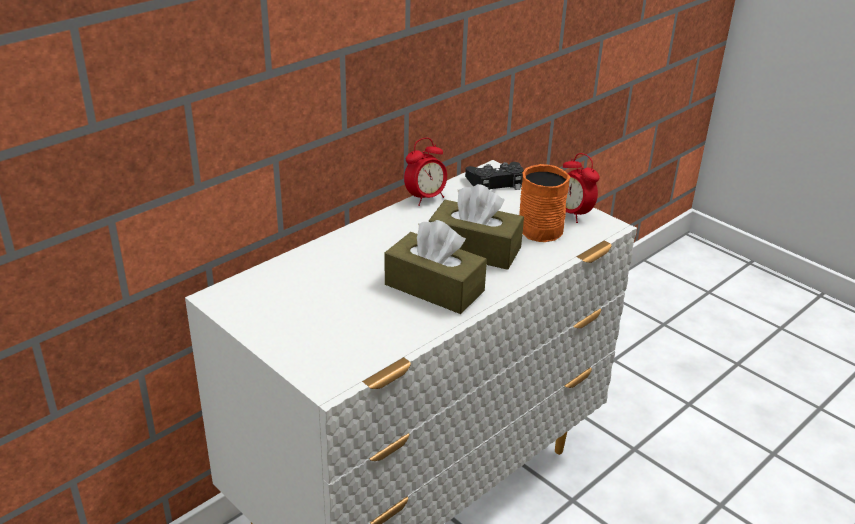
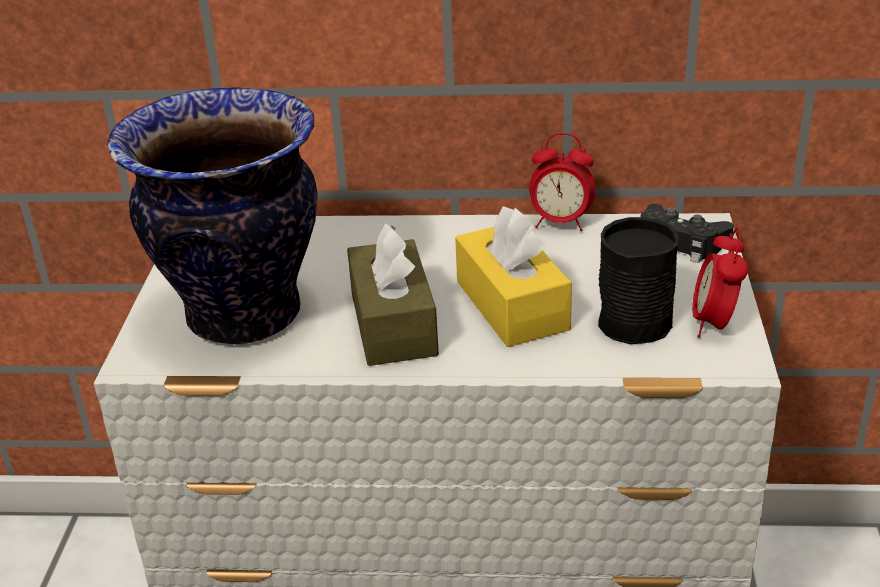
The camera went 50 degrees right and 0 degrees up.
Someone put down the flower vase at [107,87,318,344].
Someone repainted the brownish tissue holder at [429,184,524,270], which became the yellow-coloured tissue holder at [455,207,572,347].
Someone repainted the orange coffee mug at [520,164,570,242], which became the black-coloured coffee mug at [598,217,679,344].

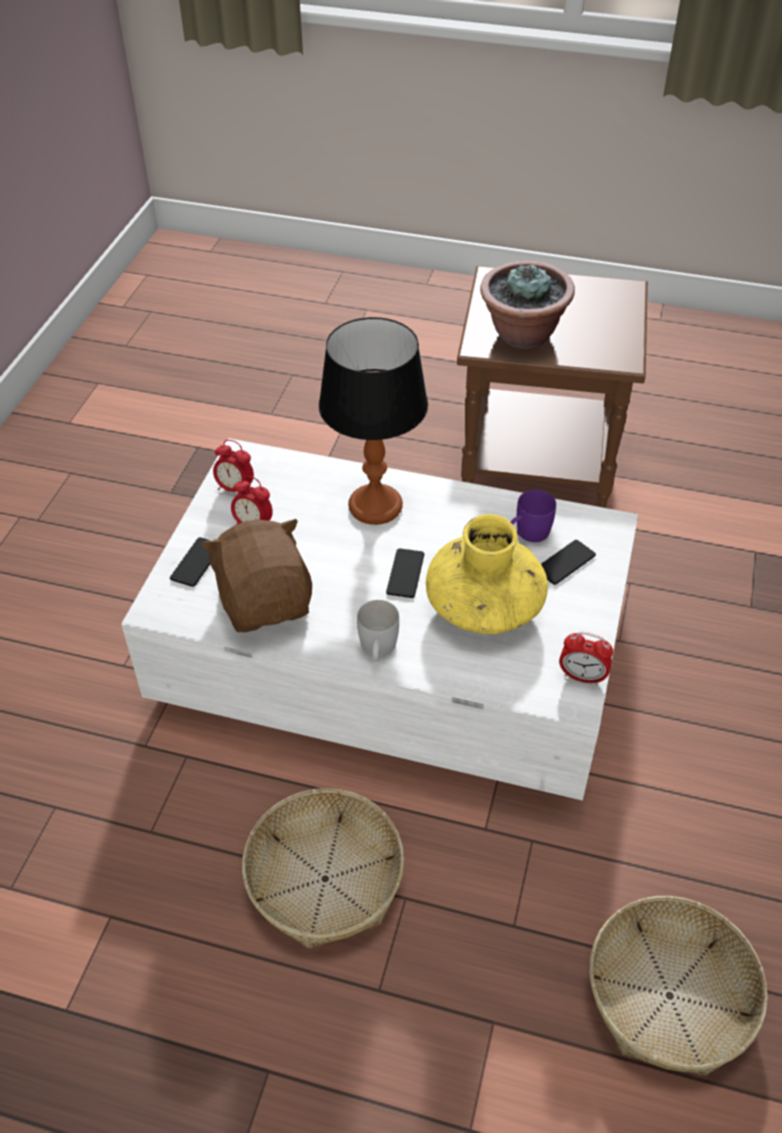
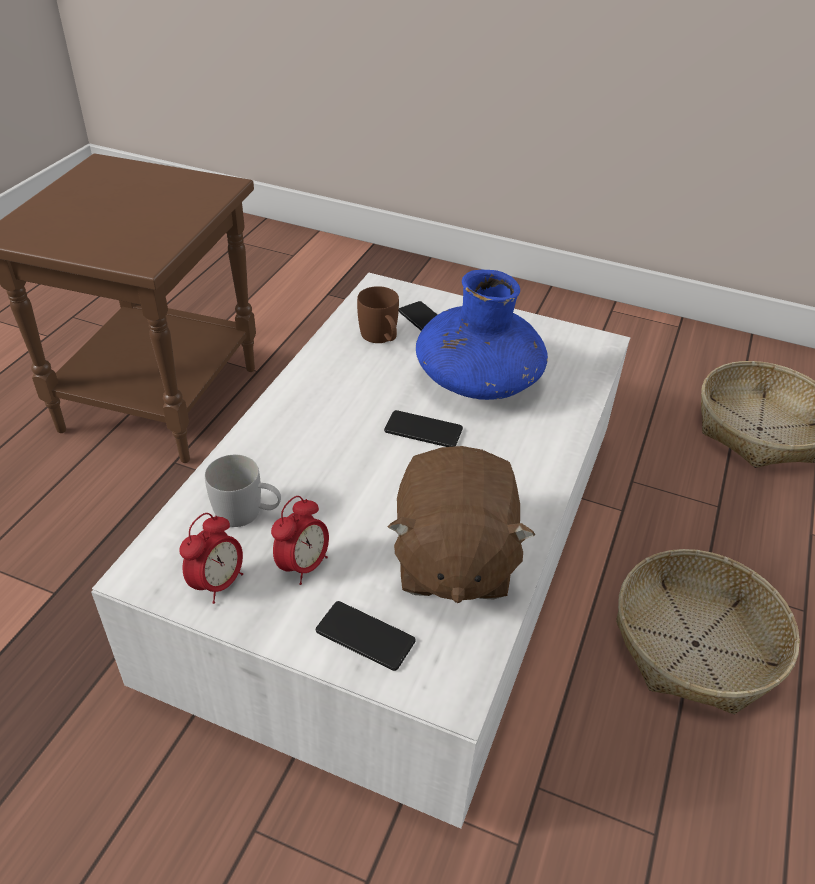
The camera went 85 degrees left and 5 degrees down.
Someone took away the tabletop lamp at [319,317,428,525].
Someone took away the potted plant at [480,260,575,349].
Someone took away the alarm clock at [559,632,613,685].
Someone carried the white-coloured coffee mug from [357,600,399,662] to [205,455,281,527].
Someone repainted the yellow-coloured flower vase at [426,514,548,634], which became the bluish flower vase at [416,270,548,400].
Someone repainted the purple coffee mug at [510,490,556,542], which became the brownish coffee mug at [357,286,399,343].
Someone rotated the brownish cuddly toy at [201,519,312,632] by 75 degrees counterclockwise.

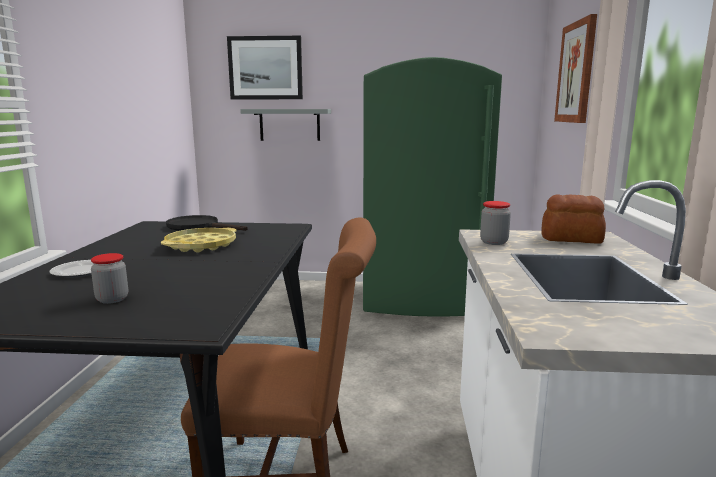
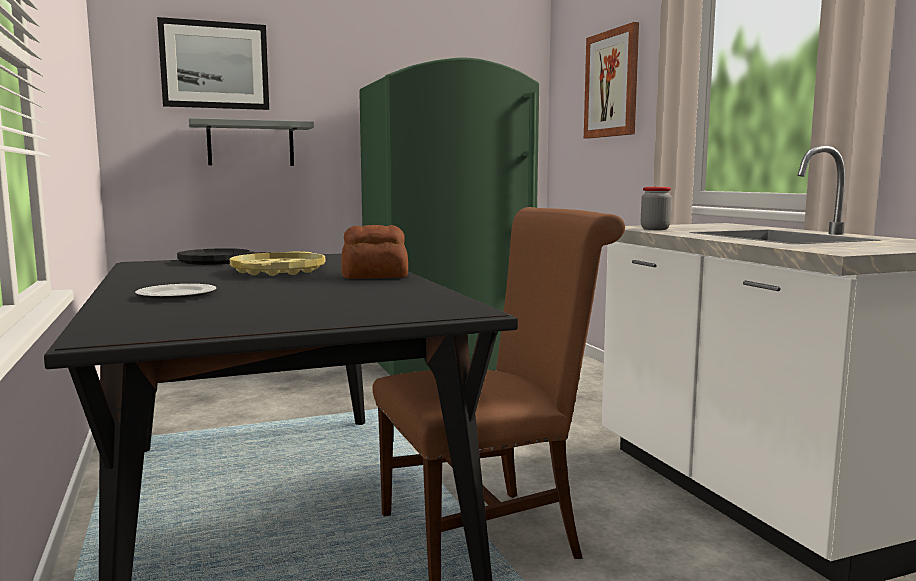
The camera went 25 degrees left and 5 degrees down.
Someone took away the preserve jar at [91,253,128,304].
Someone carried the bread from [541,194,606,244] to [341,225,408,279].

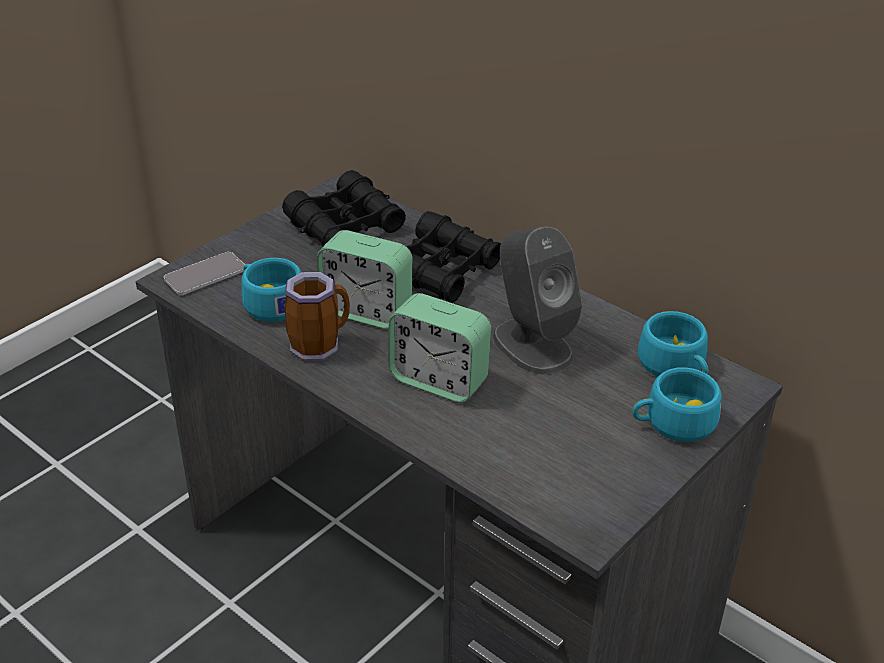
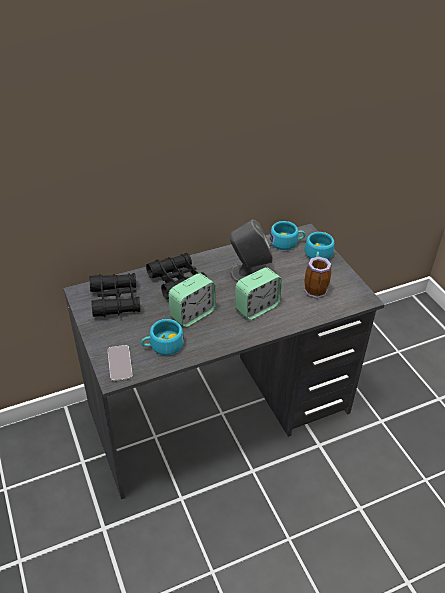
The camera went 65 degrees left and 5 degrees up.
Someone carried the coffee mug from [285,272,350,361] to [304,256,332,299].

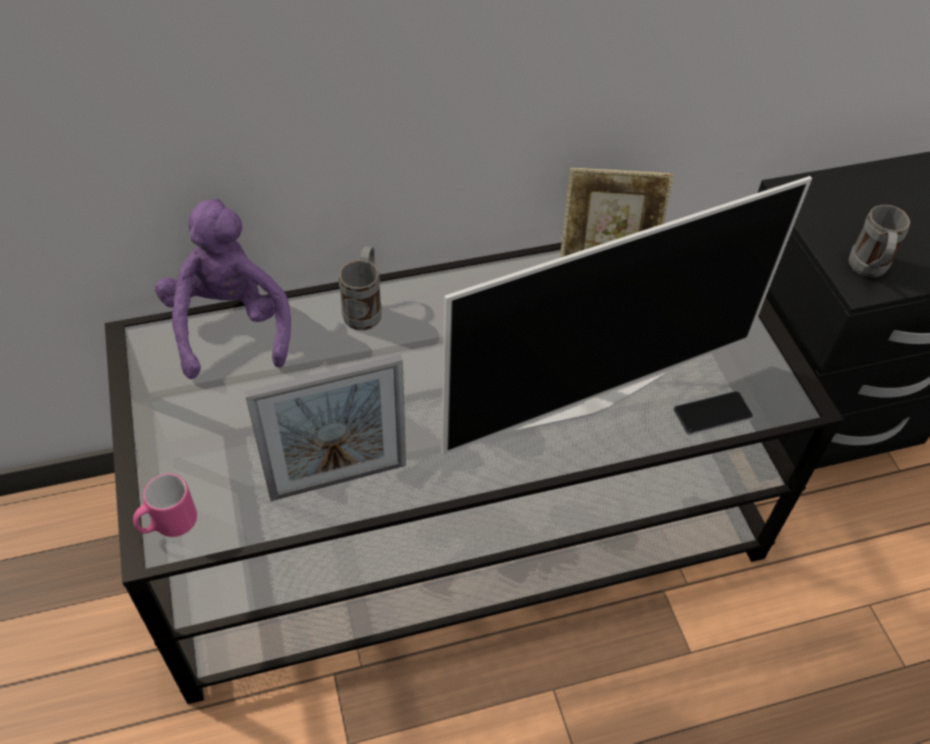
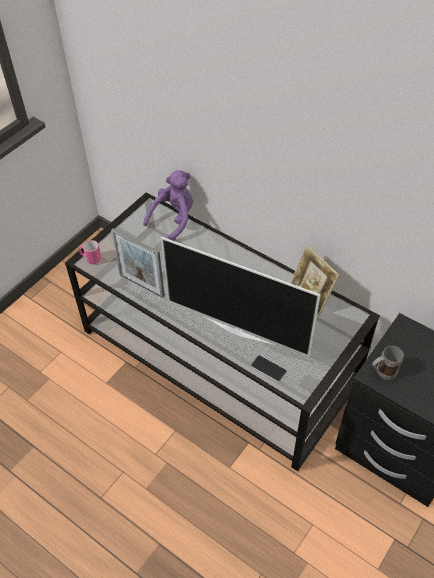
The camera went 55 degrees right and 0 degrees up.
Someone took away the gray coffee mug at [339,246,382,330].

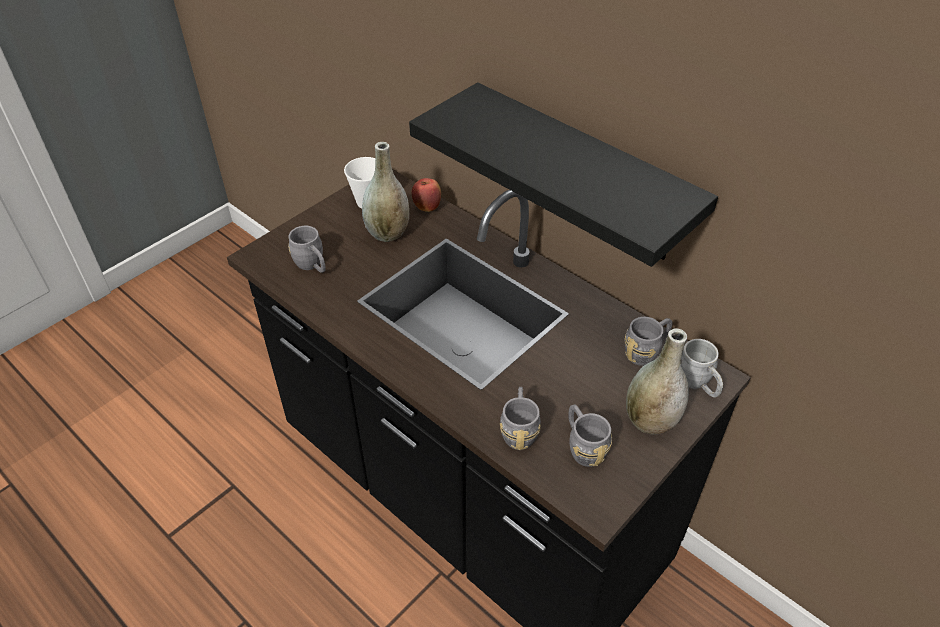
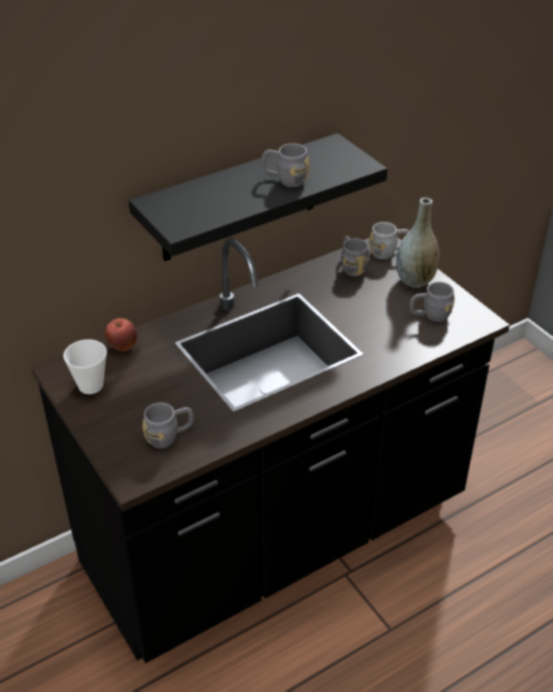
The camera went 75 degrees left and 5 degrees down.
Someone took away the gray flower vase at [362,142,409,242].
Someone carried the gray coffee mug from [500,387,541,450] to [262,143,309,187].

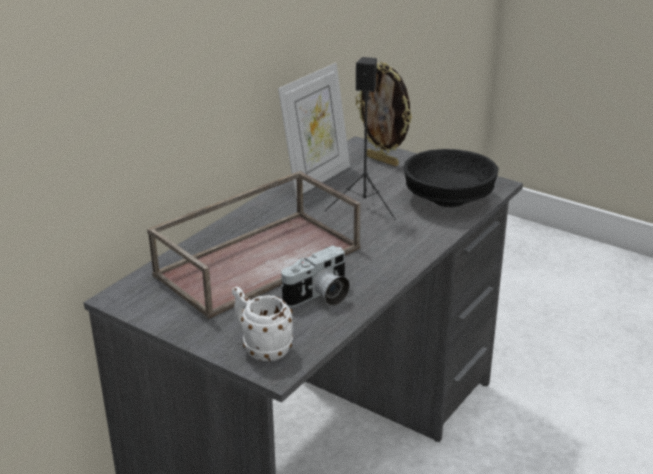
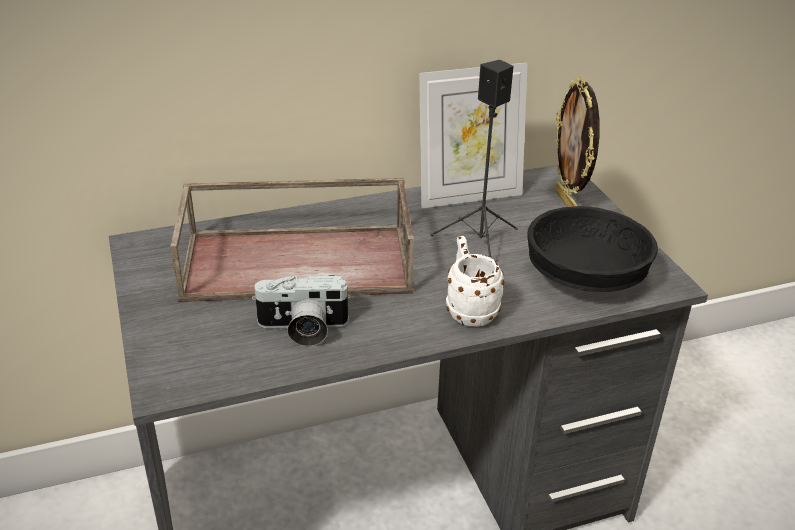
The camera went 35 degrees right and 5 degrees up.
Someone carried the white-coloured coffee mug from [232,286,293,361] to [446,236,504,327].

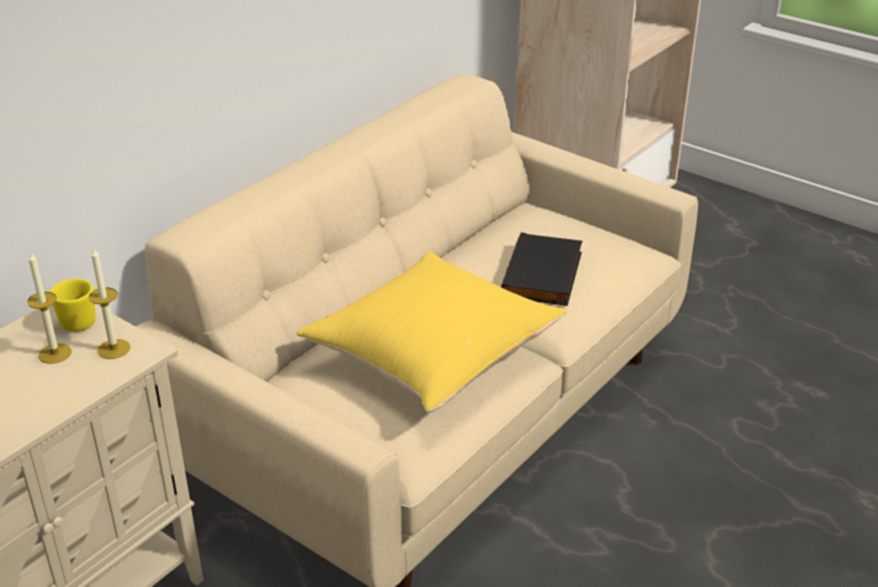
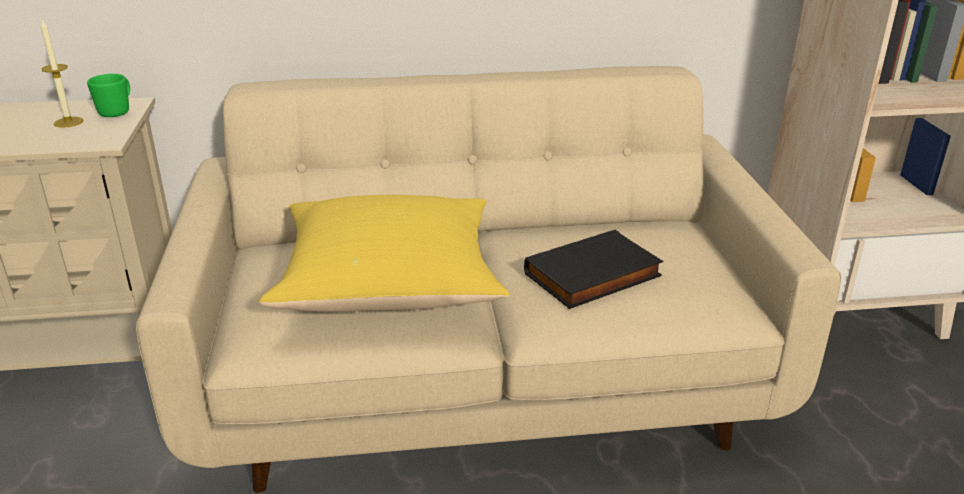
The camera went 45 degrees right and 5 degrees down.
Someone took away the wax candle at [88,247,131,359].
Someone repainted the yellow-coloured coffee mug at [50,278,96,332], which became the greenish coffee mug at [87,74,130,117].

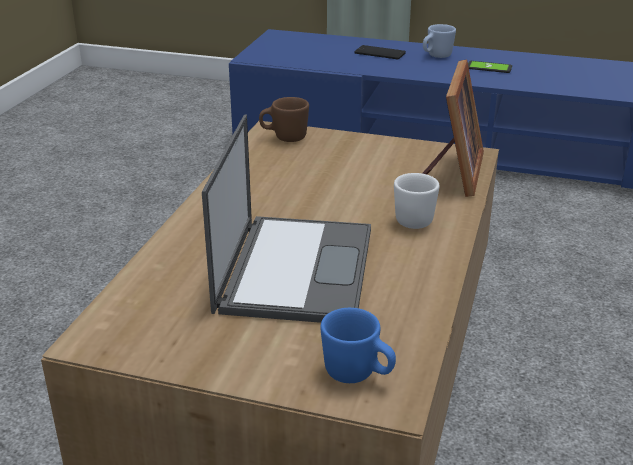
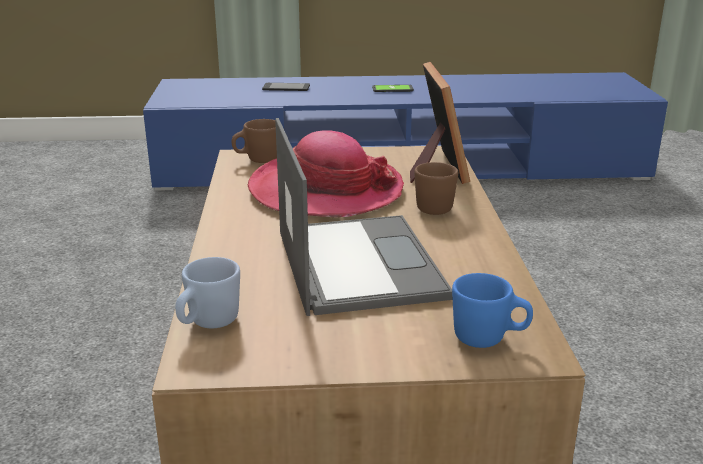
The camera went 20 degrees left and 5 degrees down.
Someone put down the hat at [248,130,404,217].
Someone carried the bluish coffee mug from [423,24,456,58] to [175,257,240,328].
Someone repainted the white-coloured coffee mug at [394,173,439,229], which became the brownish coffee mug at [414,162,458,215].

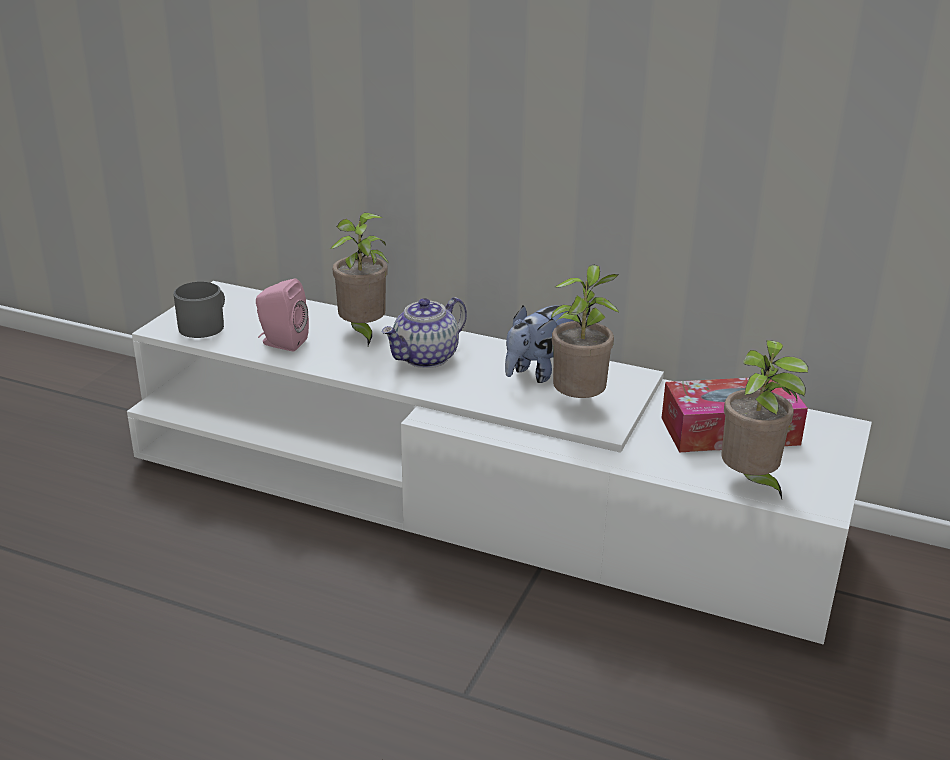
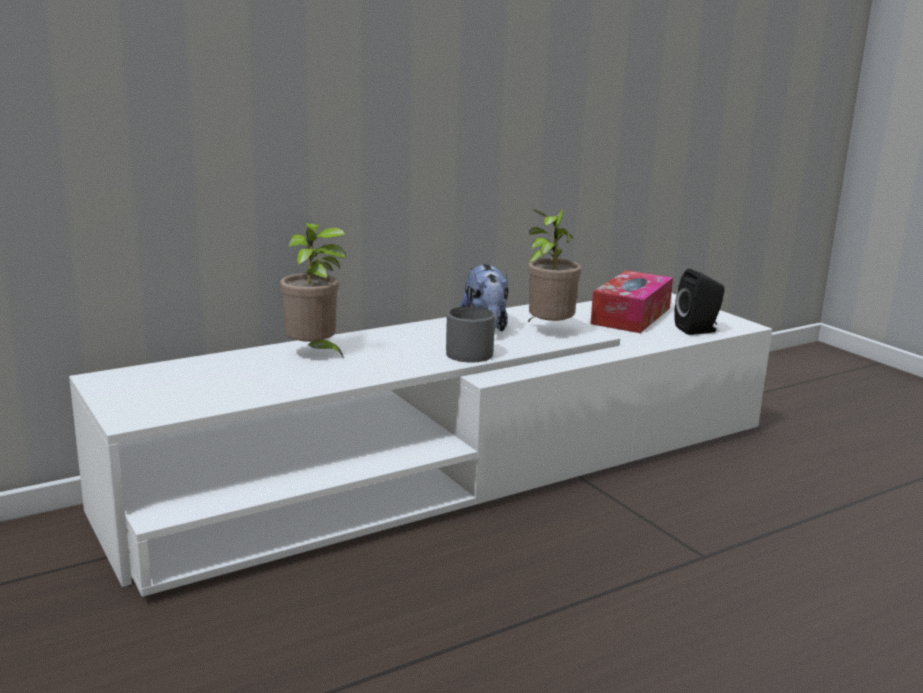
The camera went 55 degrees left and 10 degrees down.
Someone took away the pinkish loudspeaker at [256,279,309,352].
Someone took away the tea pot at [382,297,467,368].
Someone carried the gray coffee mug from [173,282,225,338] to [446,307,495,363].
Someone swapped the potted plant at [721,340,808,499] for the black-coloured loudspeaker at [674,269,725,335].

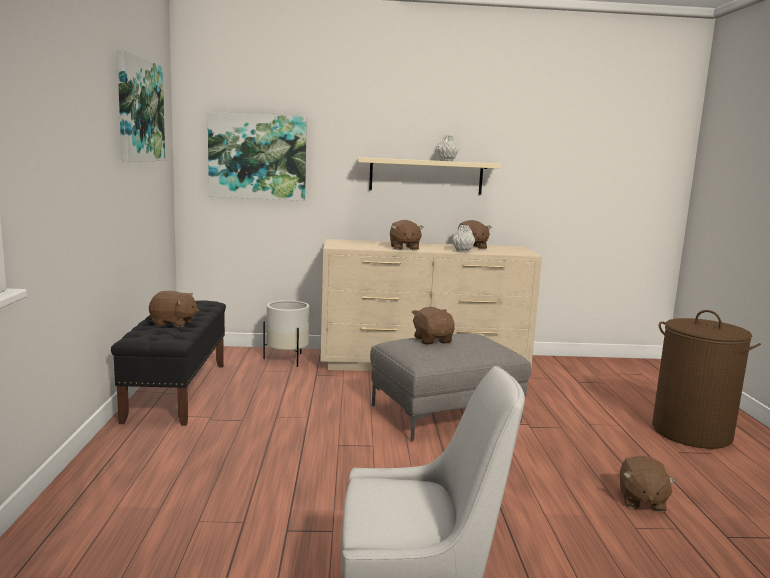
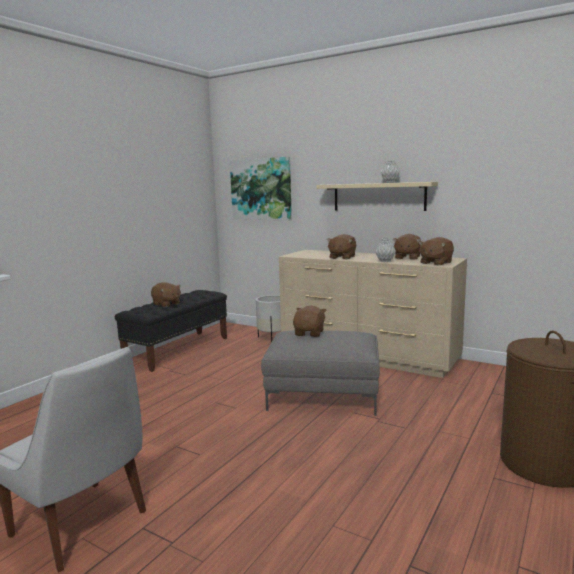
The camera went 35 degrees right and 0 degrees up.
Someone took away the wall picture at [117,49,165,162].
Someone carried the brownish cuddly toy from [620,456,676,512] to [418,237,454,266].

